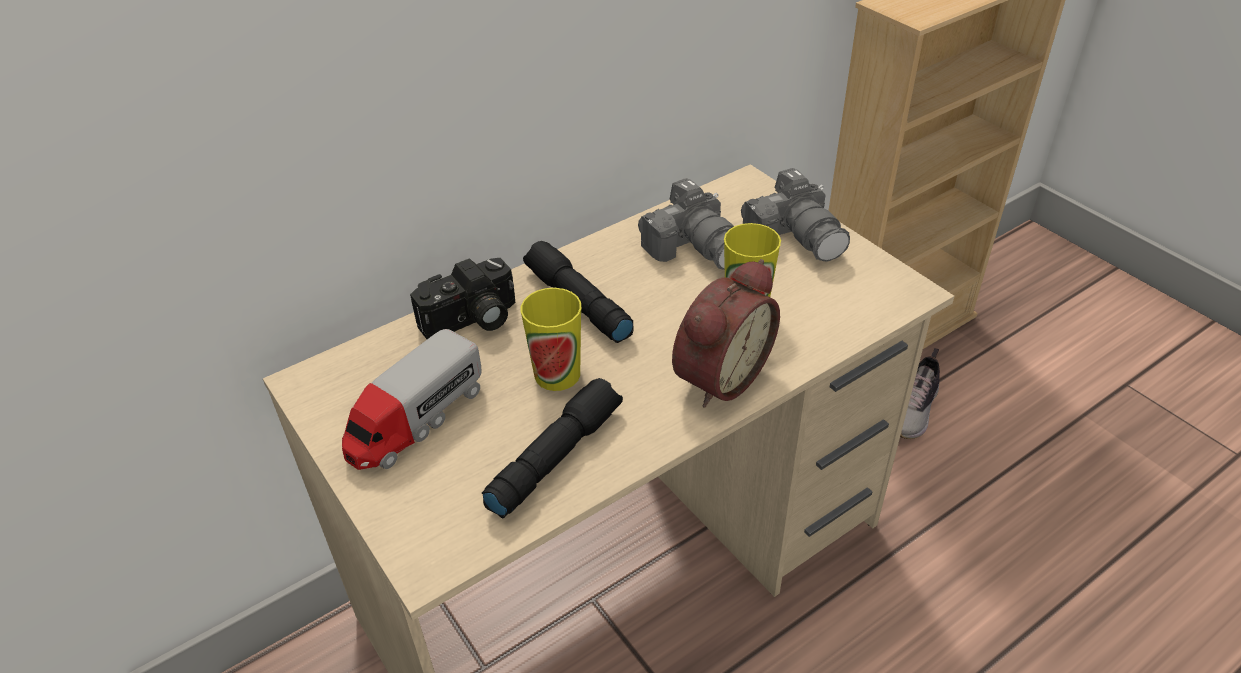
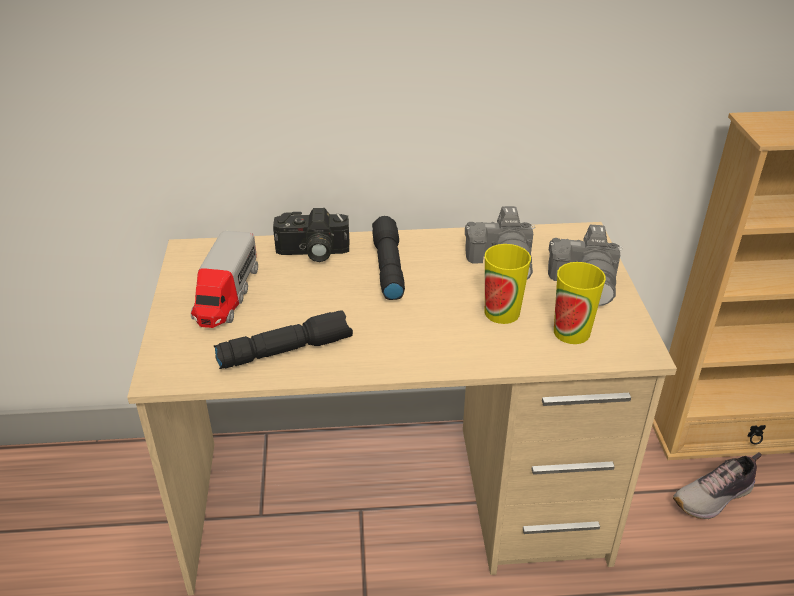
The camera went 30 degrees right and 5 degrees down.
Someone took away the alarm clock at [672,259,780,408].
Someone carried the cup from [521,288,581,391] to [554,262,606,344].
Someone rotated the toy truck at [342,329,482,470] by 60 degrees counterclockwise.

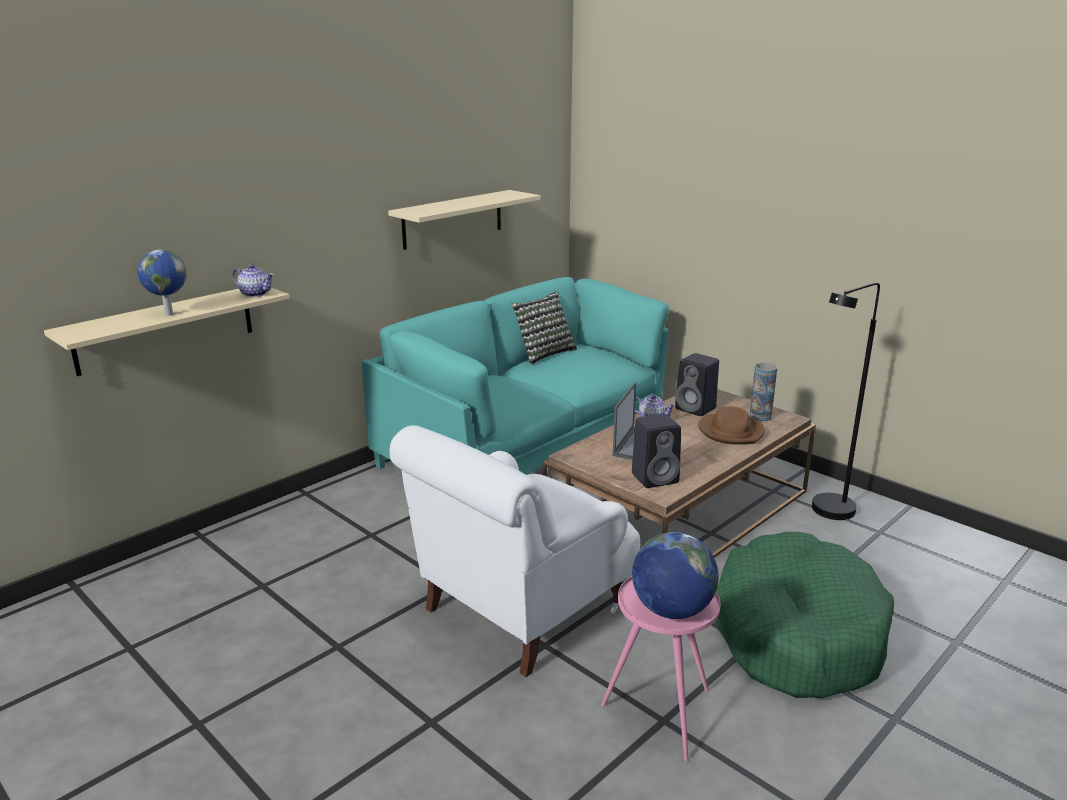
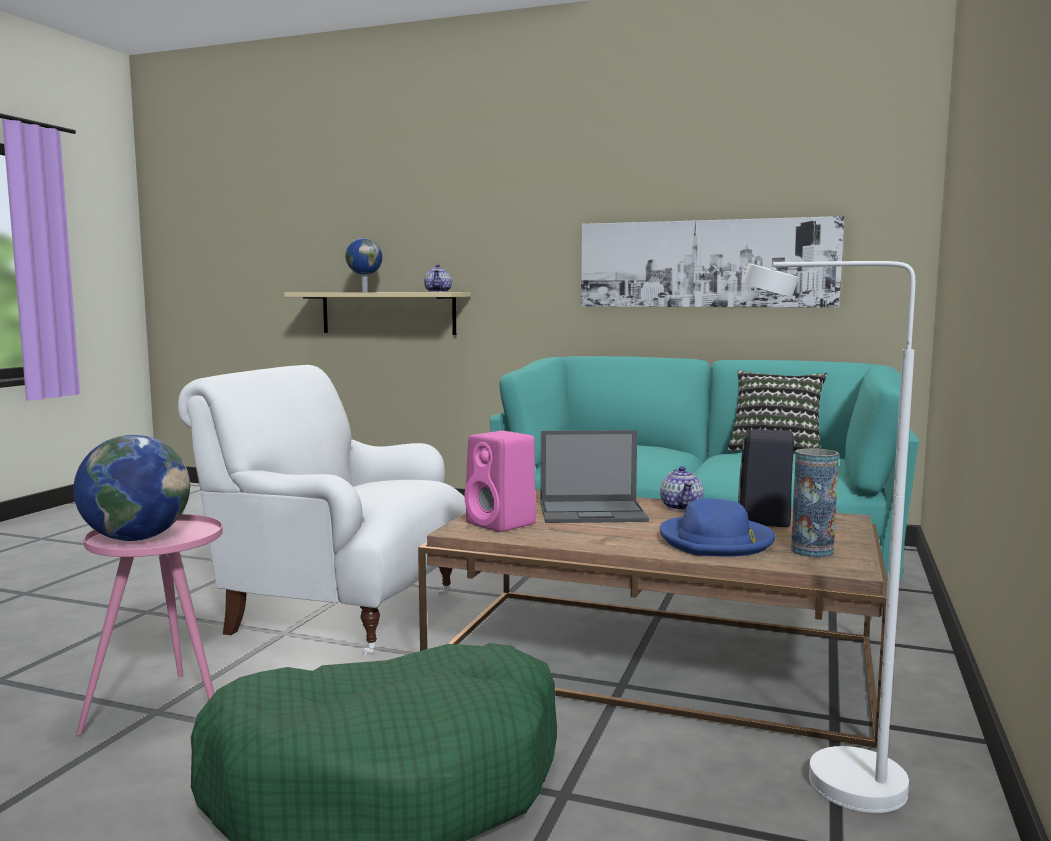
The camera went 65 degrees right and 15 degrees down.
Someone swapped the beige shelf at [388,190,541,250] for the wall picture at [581,216,844,308].
Someone repainted the black-coloured loudspeaker at [632,414,681,488], which became the pinkish loudspeaker at [464,431,536,532].
Someone repainted the brownish hat at [698,406,765,445], which became the bluish hat at [660,498,775,557].
Someone repainted the black-coloured standing lamp at [812,283,880,520], which became the white-coloured standing lamp at [742,261,915,813].

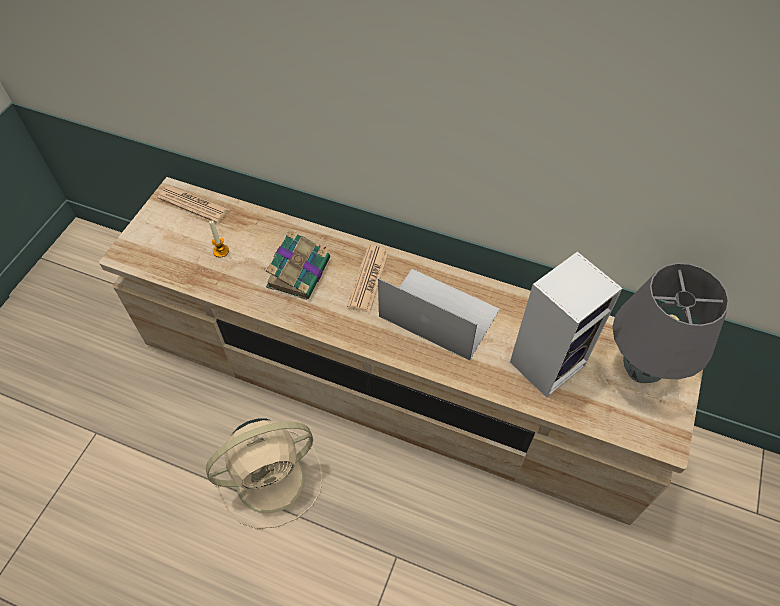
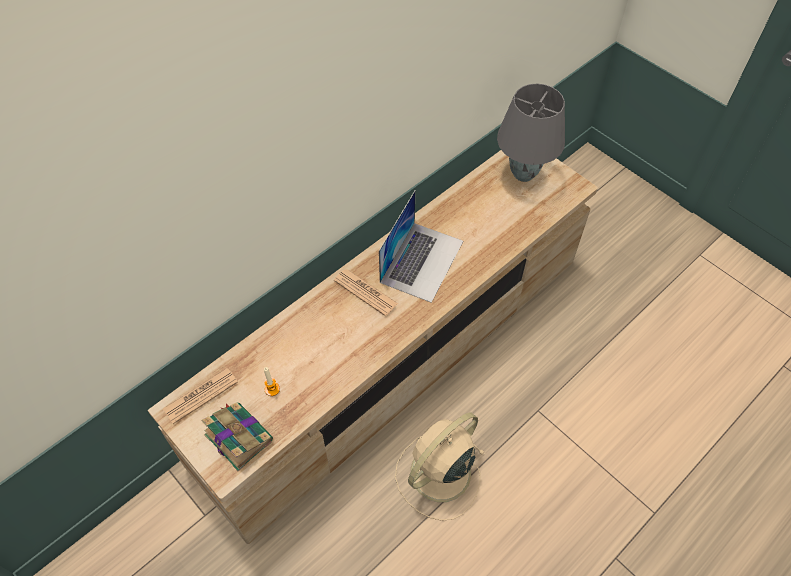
The camera went 65 degrees left and 0 degrees up.
Someone took away the loudspeaker at [510,252,623,398].
Someone carried the book from [266,229,330,300] to [202,402,273,471].
Someone rotated the beige electric fan at [206,418,323,529] by 135 degrees counterclockwise.
Someone rotated the laptop at [378,269,500,361] by 150 degrees clockwise.

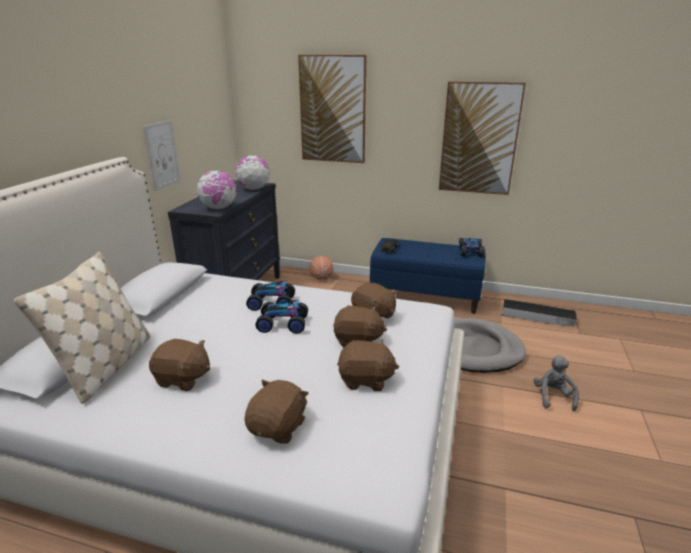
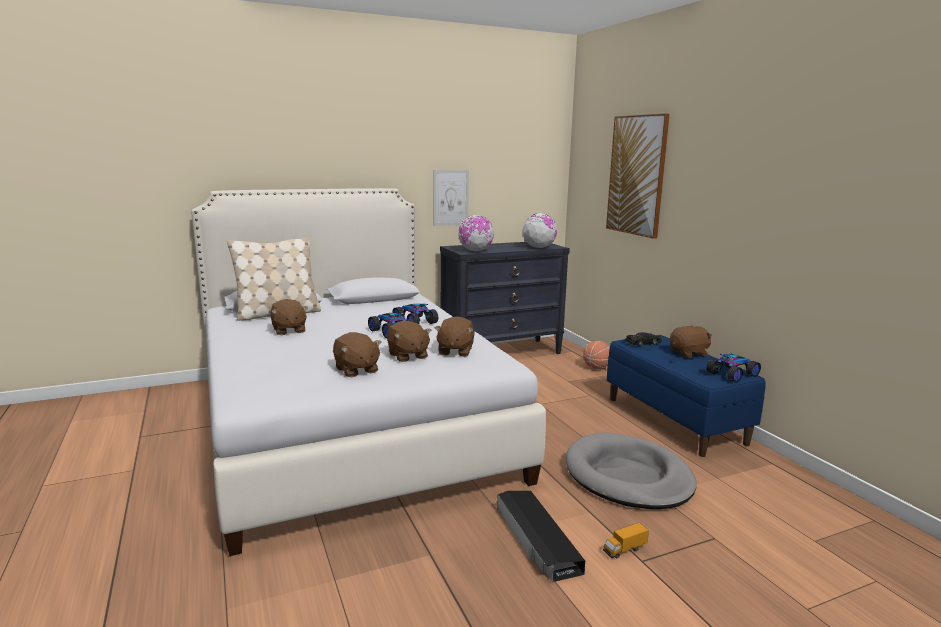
The camera went 50 degrees right and 10 degrees down.
Someone took away the wall picture at [439,81,526,195].
Someone carried the brownish cuddly toy from [244,380,309,444] to [670,326,712,358].
Someone carried the black-coloured storage container from [501,299,577,327] to [497,491,586,582].
Someone swapped the gray cuddly toy at [534,355,579,411] for the toy truck at [603,523,649,559].

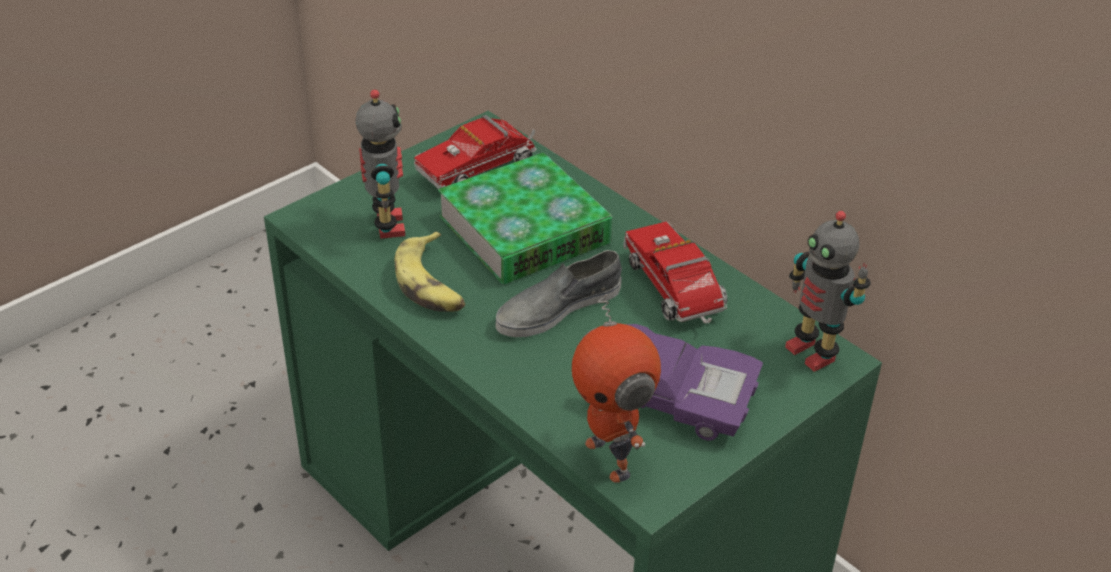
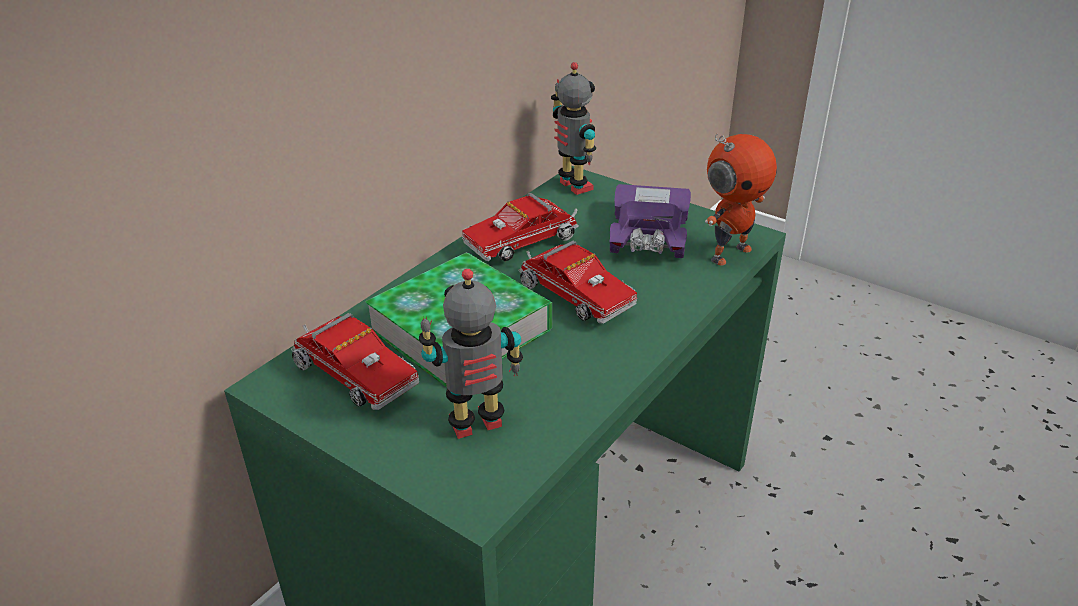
The camera went 100 degrees left and 5 degrees down.
Someone took away the banana at [395,232,465,312].
Someone swapped the gray shoe at [496,250,622,337] for the toy truck at [518,241,637,324].
Someone rotated the toy robot at [785,211,871,372] by 75 degrees counterclockwise.

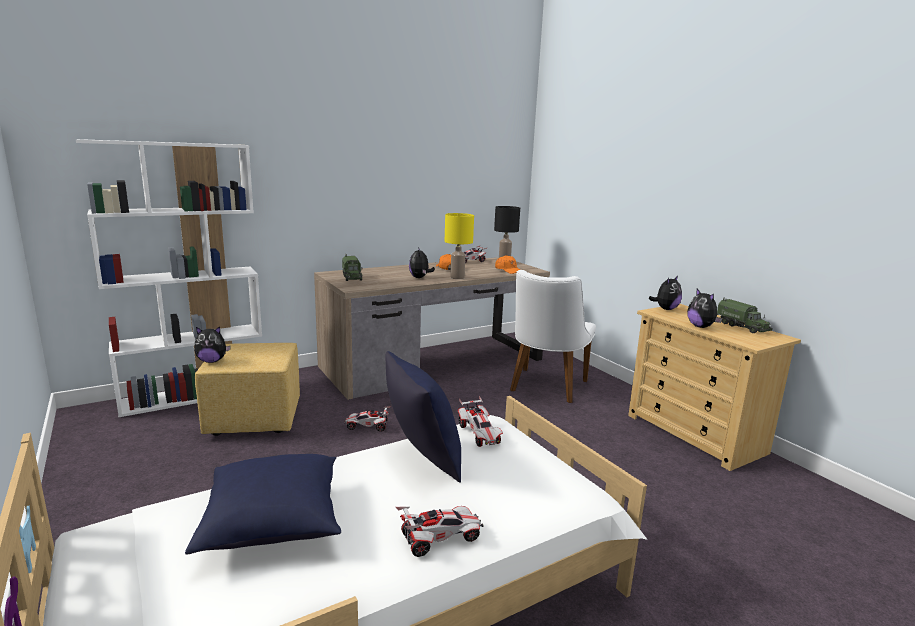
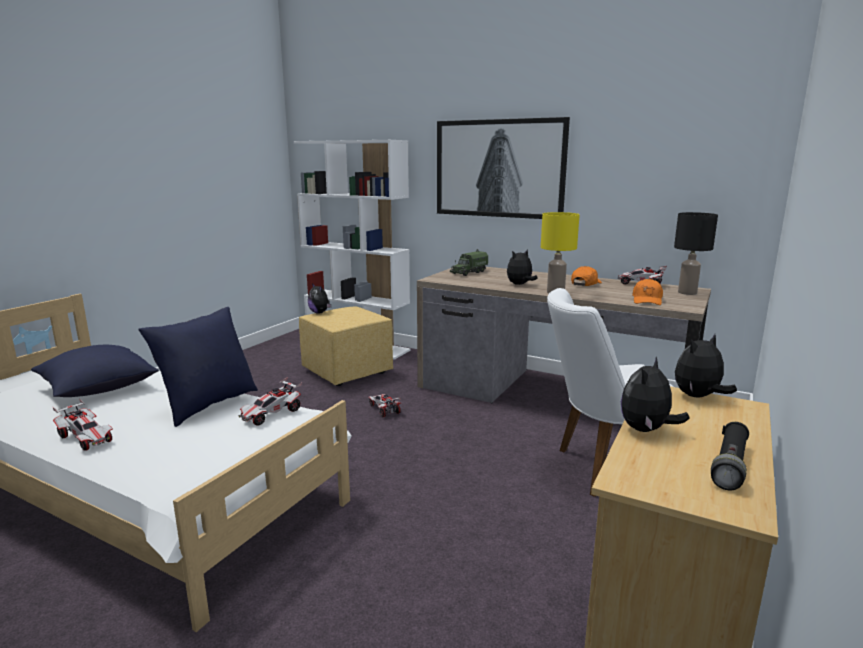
The camera went 60 degrees right and 0 degrees up.
Someone put up the wall picture at [437,117,570,219].
Someone swapped the toy truck at [717,299,773,333] for the black-coloured torch at [711,422,749,490].
Someone rotated the cuddly toy at [649,276,682,310] by 135 degrees clockwise.

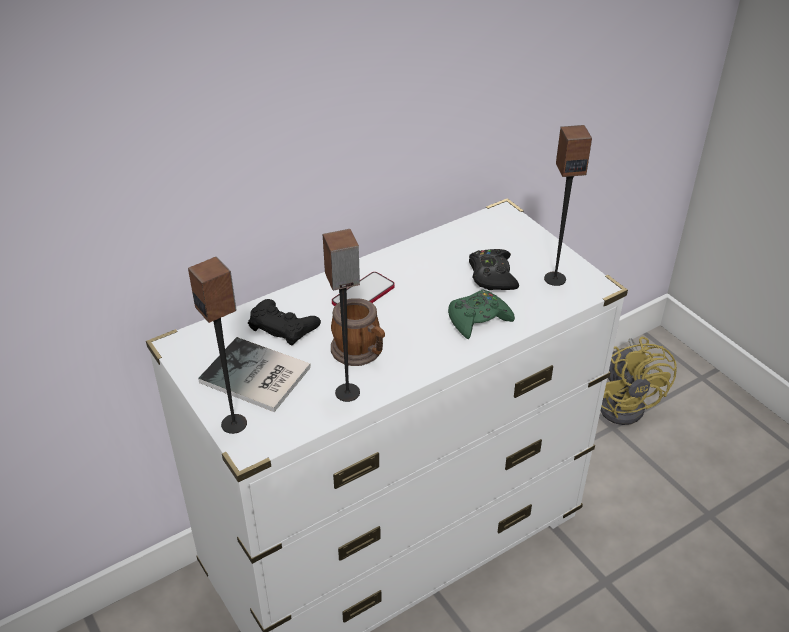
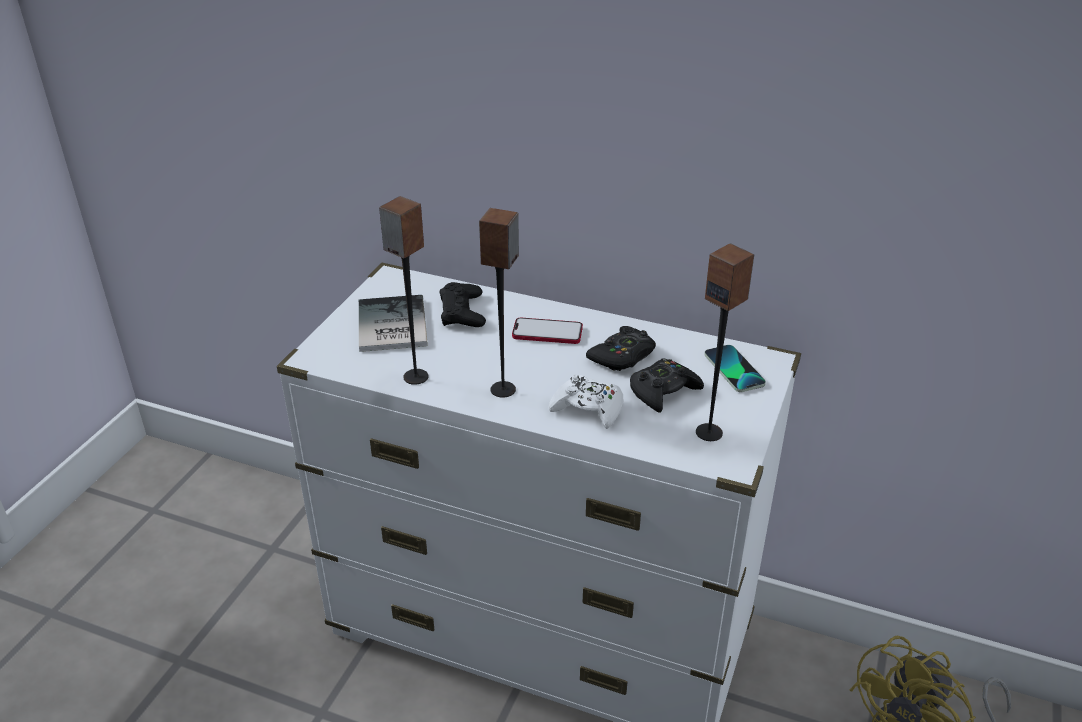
The camera went 55 degrees right and 5 degrees down.
Someone took away the coffee mug at [331,298,385,366].
Someone put down the black-coloured gamepad at [586,326,656,371].
Someone put down the handset at [704,345,766,392].
Someone carried the loudspeaker from [188,257,247,434] to [479,208,519,398].
Someone repainted the greenish gamepad at [448,289,515,339], which became the white-coloured gamepad at [549,374,623,429].

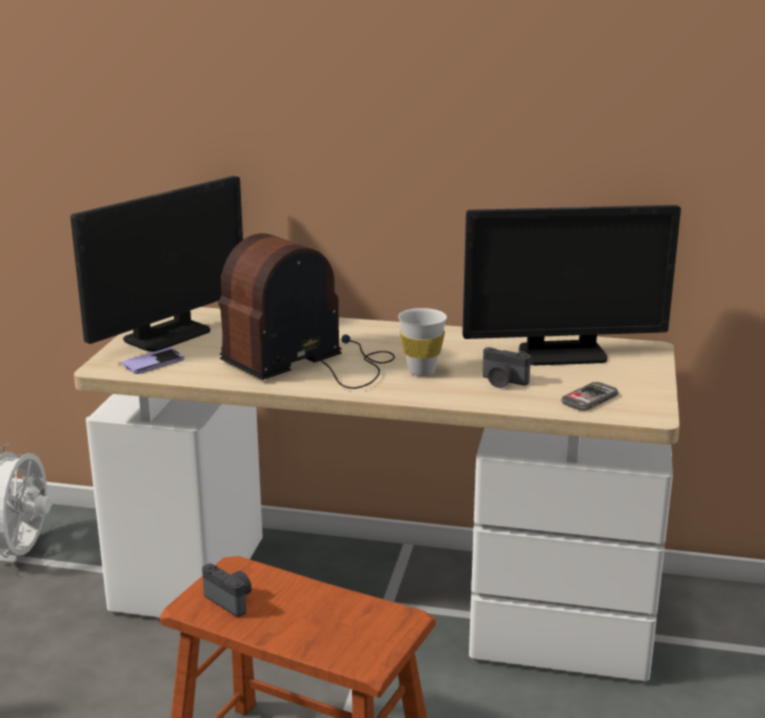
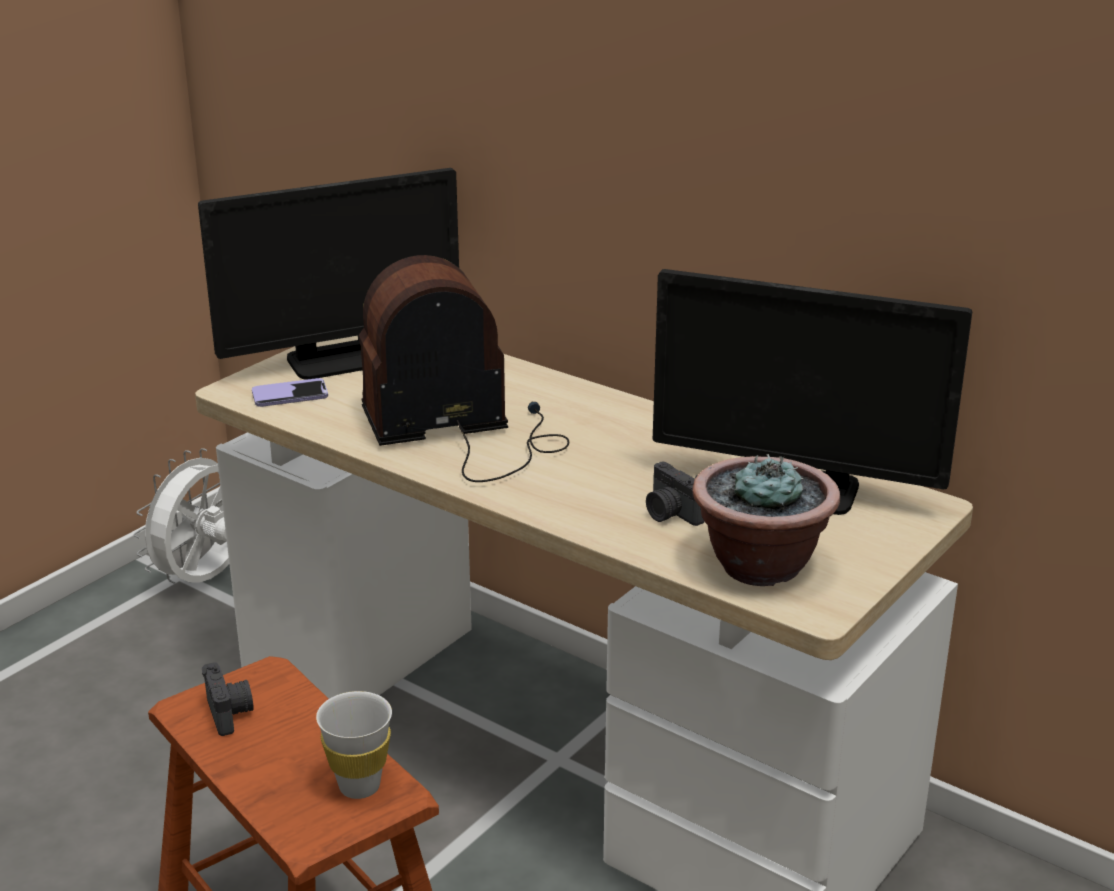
The camera went 25 degrees right and 5 degrees up.
Someone carried the white-coloured cup from [398,308,447,376] to [316,691,392,799].
Someone swapped the handset at [561,382,619,411] for the potted plant at [692,454,840,586].

